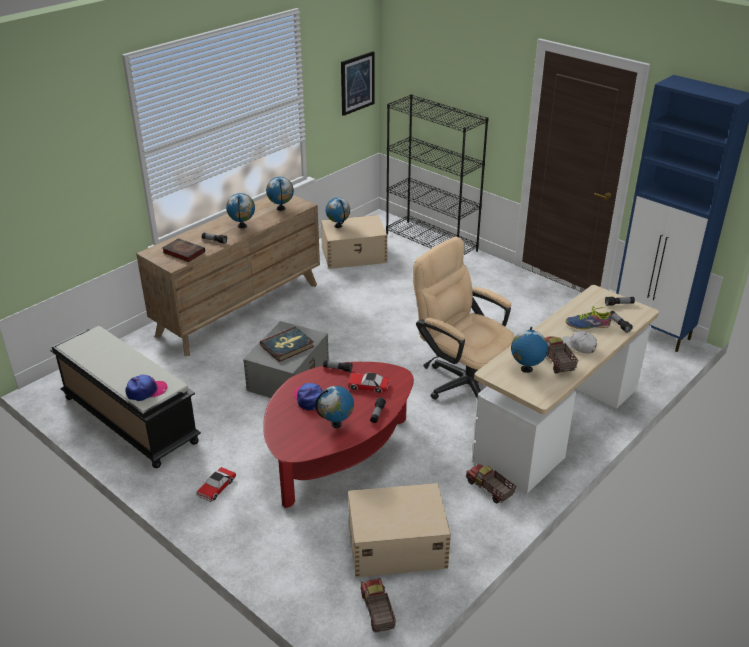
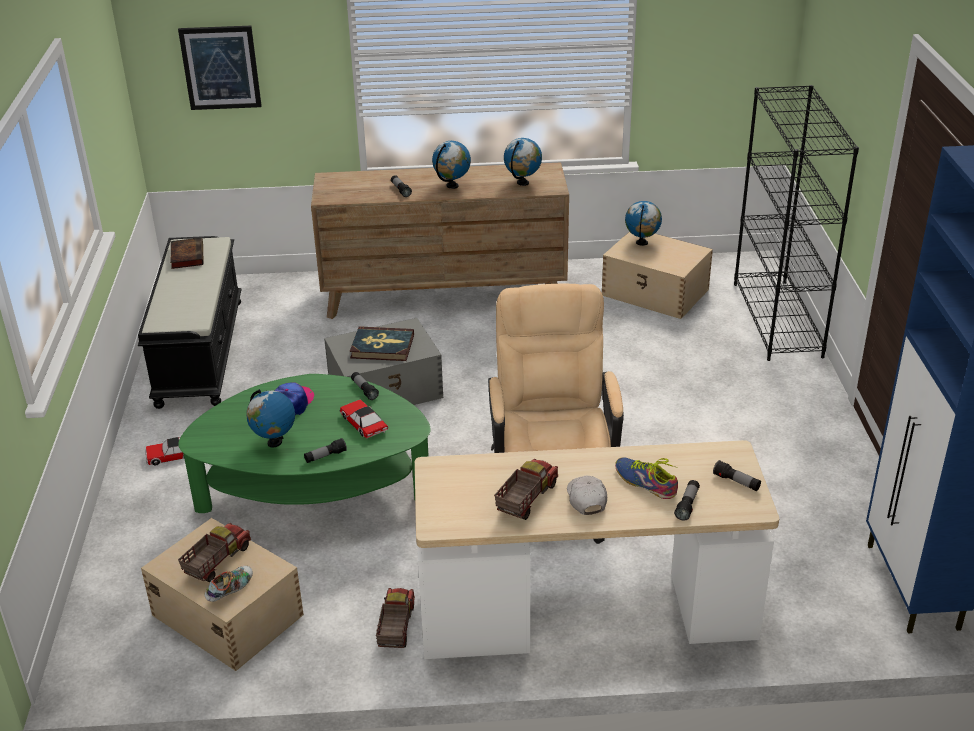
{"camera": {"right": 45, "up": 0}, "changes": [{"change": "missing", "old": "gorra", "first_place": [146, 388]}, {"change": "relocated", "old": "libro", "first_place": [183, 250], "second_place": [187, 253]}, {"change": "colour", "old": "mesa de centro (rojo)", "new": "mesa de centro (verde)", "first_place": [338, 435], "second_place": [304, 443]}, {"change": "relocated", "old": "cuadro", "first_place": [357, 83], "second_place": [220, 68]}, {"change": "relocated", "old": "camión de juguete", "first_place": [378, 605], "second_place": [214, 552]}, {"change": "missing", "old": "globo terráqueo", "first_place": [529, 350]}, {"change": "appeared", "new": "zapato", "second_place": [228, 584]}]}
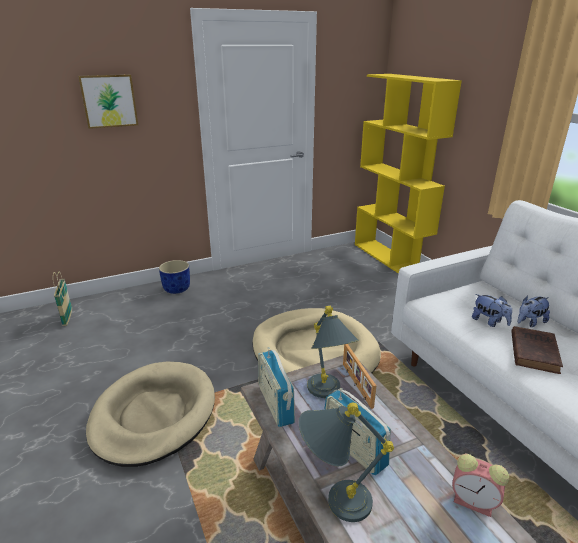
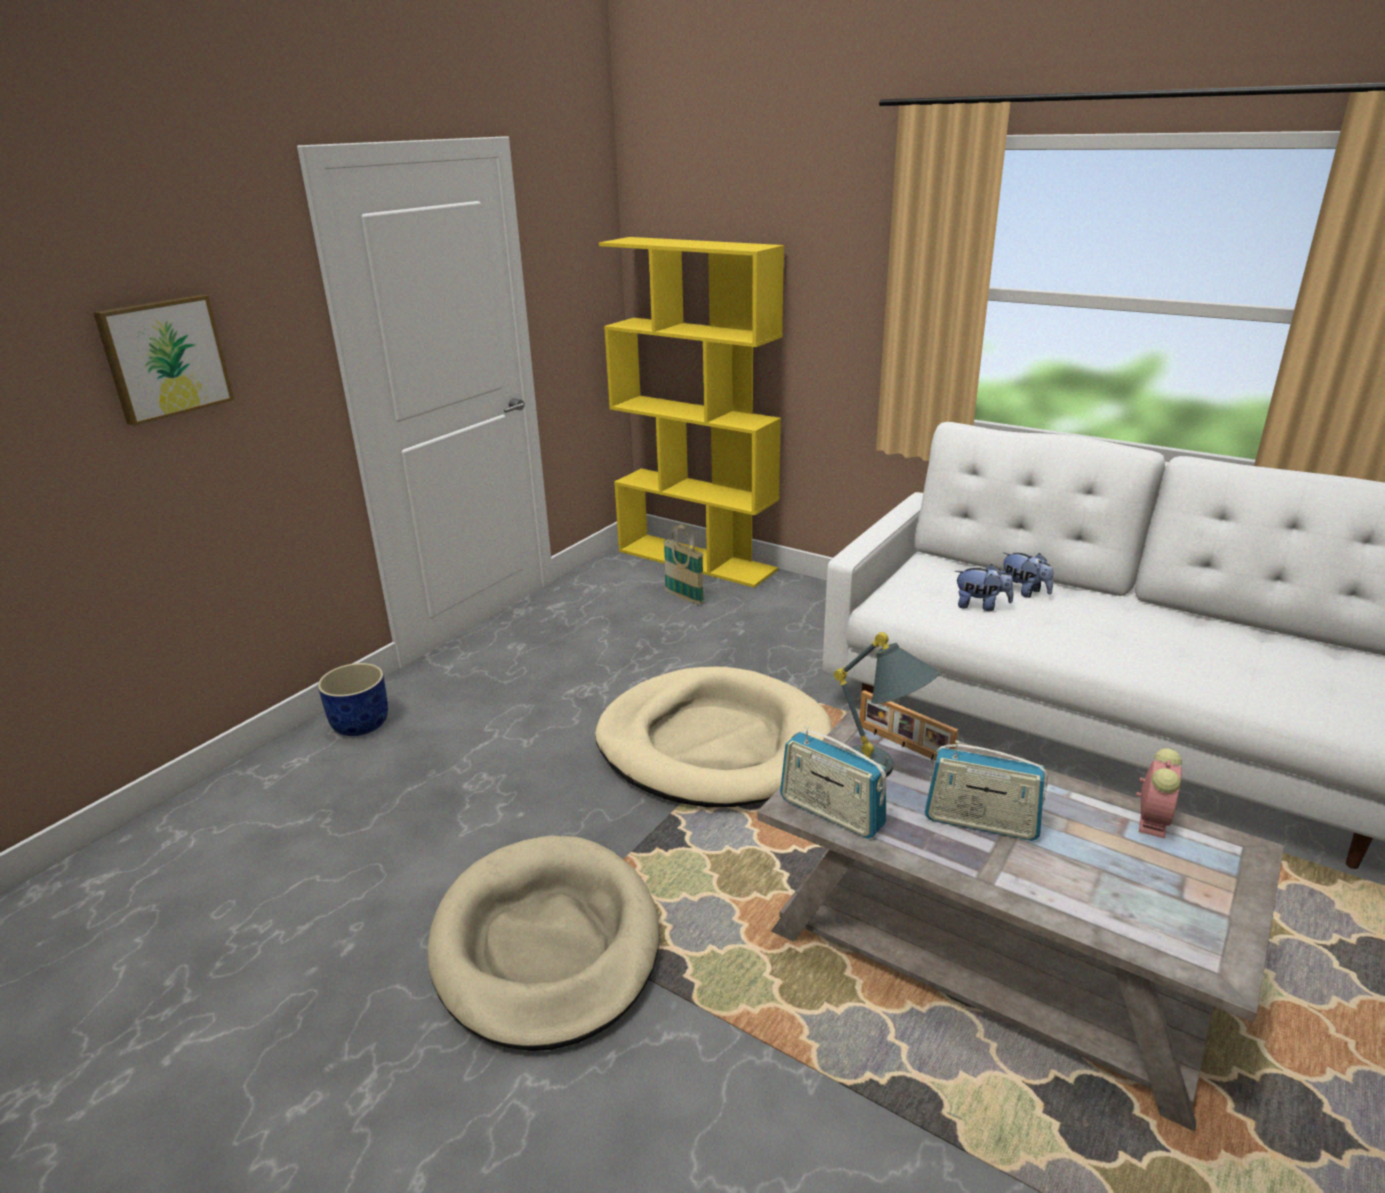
{"camera": {"right": -30, "up": 0}, "changes": [{"change": "relocated", "old": "cesta", "first_place": [62, 299], "second_place": [683, 564]}, {"change": "missing", "old": "lámpara de mesa (gris)", "first_place": [346, 462]}, {"change": "spun", "old": "despertador", "first_place": [480, 485], "second_place": [1159, 793], "degrees": -60}, {"change": "missing", "old": "libro (marrón)", "first_place": [537, 350]}, {"change": "spun", "old": "peluche", "first_place": [533, 311], "second_place": [1027, 575], "degrees": -75}]}
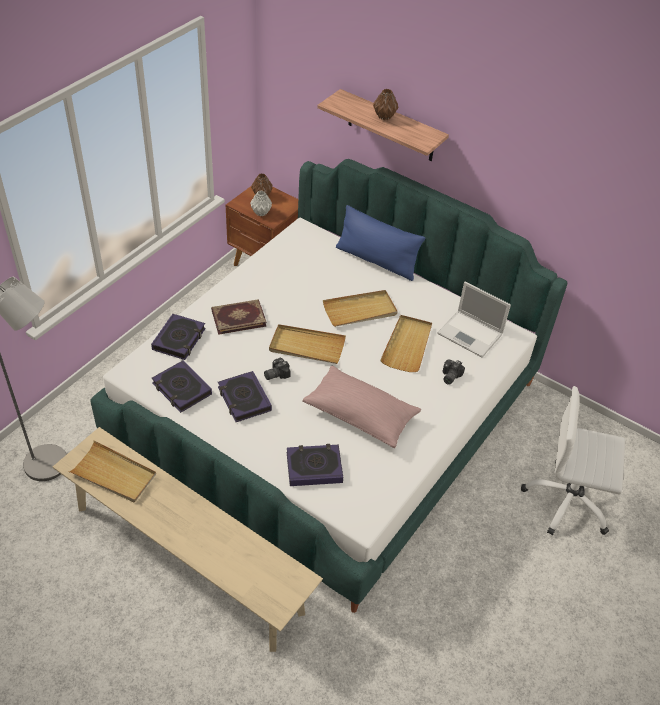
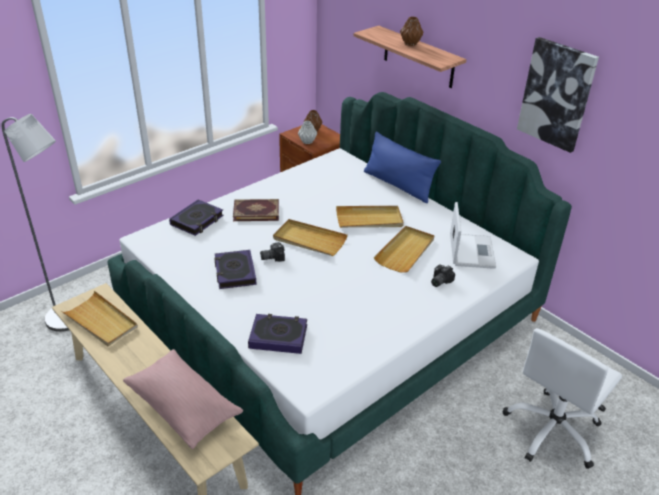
{"camera": {"right": 15, "up": -10}, "changes": [{"change": "missing", "old": "libro", "first_place": [182, 387]}, {"change": "relocated", "old": "cojín (rosa)", "first_place": [361, 406], "second_place": [183, 399]}, {"change": "spun", "old": "portátil", "first_place": [474, 320], "second_place": [473, 235], "degrees": -135}, {"change": "spun", "old": "silla de oficina (blanco)", "first_place": [573, 461], "second_place": [562, 398], "degrees": -75}, {"change": "appeared", "new": "cuadro", "second_place": [558, 95]}]}
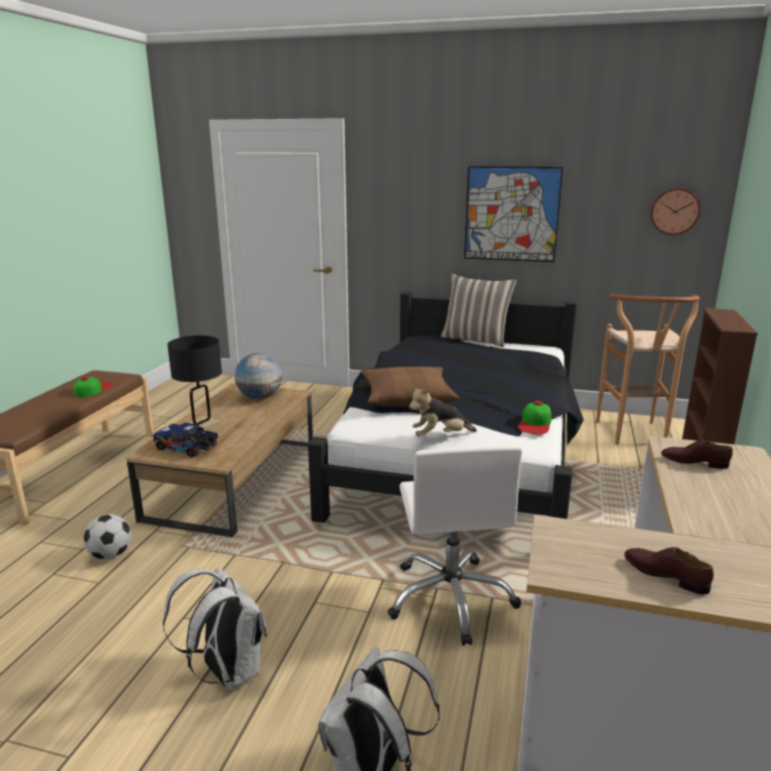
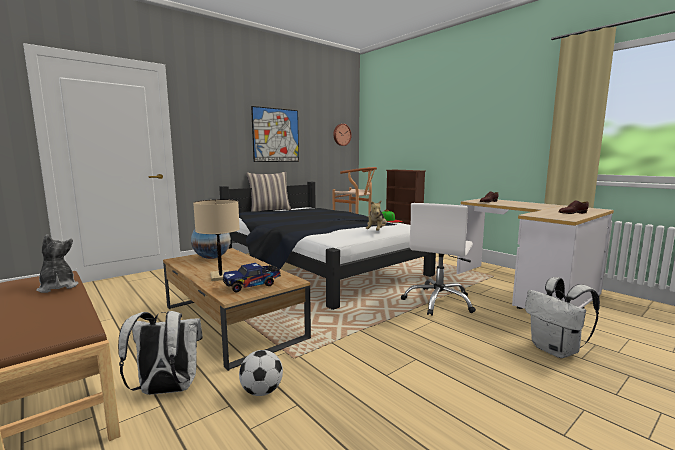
{"camera": {"right": -55, "up": -10}, "changes": [{"change": "exchanged", "old": "gorra", "new": "peluche", "first_place": [93, 386], "second_place": [57, 263]}, {"change": "relocated", "old": "mochila (blanco)", "first_place": [215, 628], "second_place": [160, 353]}, {"change": "colour", "old": "lámpara de mesa (negro)", "new": "lámpara de mesa (beis)", "first_place": [194, 383], "second_place": [216, 240]}, {"change": "missing", "old": "cojín (marrón)", "first_place": [410, 387]}, {"change": "spun", "old": "silla de oficina (blanco)", "first_place": [455, 545], "second_place": [438, 259], "degrees": 90}]}
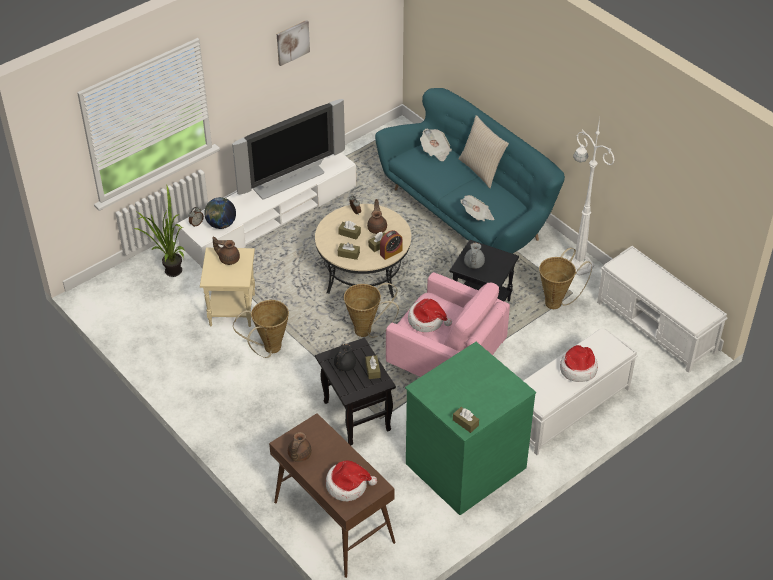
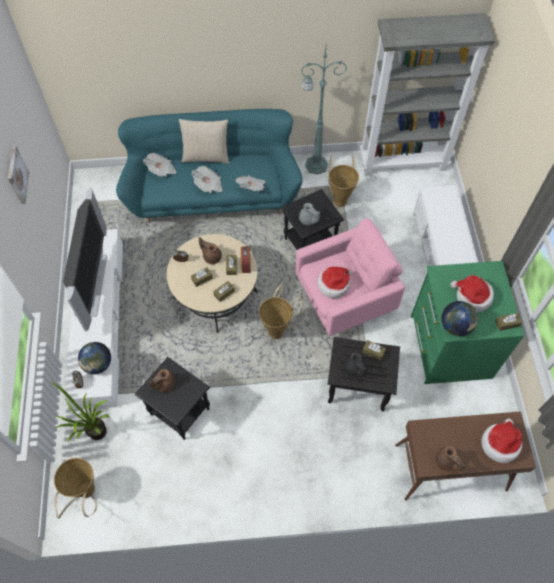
{"camera": {"right": -55, "up": 15}, "changes": [{"change": "colour", "old": "mesa auxiliar (beis)", "new": "mesa auxiliar (negro)", "first_place": [227, 287], "second_place": [172, 398]}, {"change": "relocated", "old": "cesta", "first_place": [261, 329], "second_place": [75, 488]}, {"change": "relocated", "old": "sombrero", "first_place": [579, 363], "second_place": [472, 293]}, {"change": "colour", "old": "lámpara de pie (blanco)", "new": "lámpara de pie (verde)", "first_place": [591, 197], "second_place": [324, 110]}, {"change": "exchanged", "old": "banco (blanco)", "new": "estantería (gris)", "first_place": [662, 309], "second_place": [427, 94]}, {"change": "appeared", "new": "periódico", "second_place": [207, 179]}, {"change": "appeared", "new": "globo terráqueo", "second_place": [459, 318]}]}
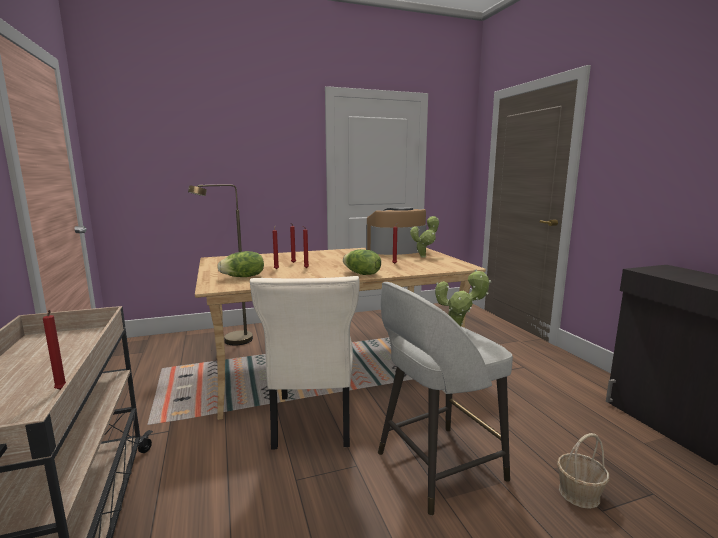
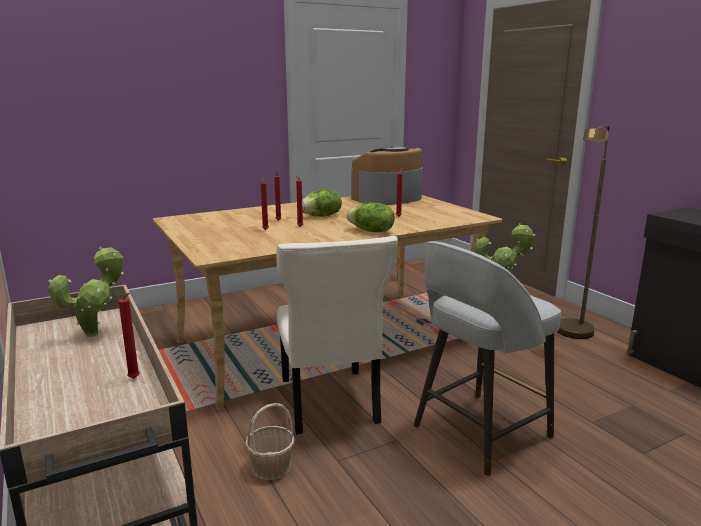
{"camera": {"right": -10, "up": 5}, "changes": [{"change": "relocated", "old": "lámpara de pie (marrón)", "first_place": [220, 265], "second_place": [583, 232]}, {"change": "relocated", "old": "lechuga", "first_place": [240, 264], "second_place": [322, 203]}, {"change": "relocated", "old": "planta en maceta", "first_place": [424, 237], "second_place": [86, 292]}, {"change": "relocated", "old": "cesta", "first_place": [583, 471], "second_place": [270, 441]}]}
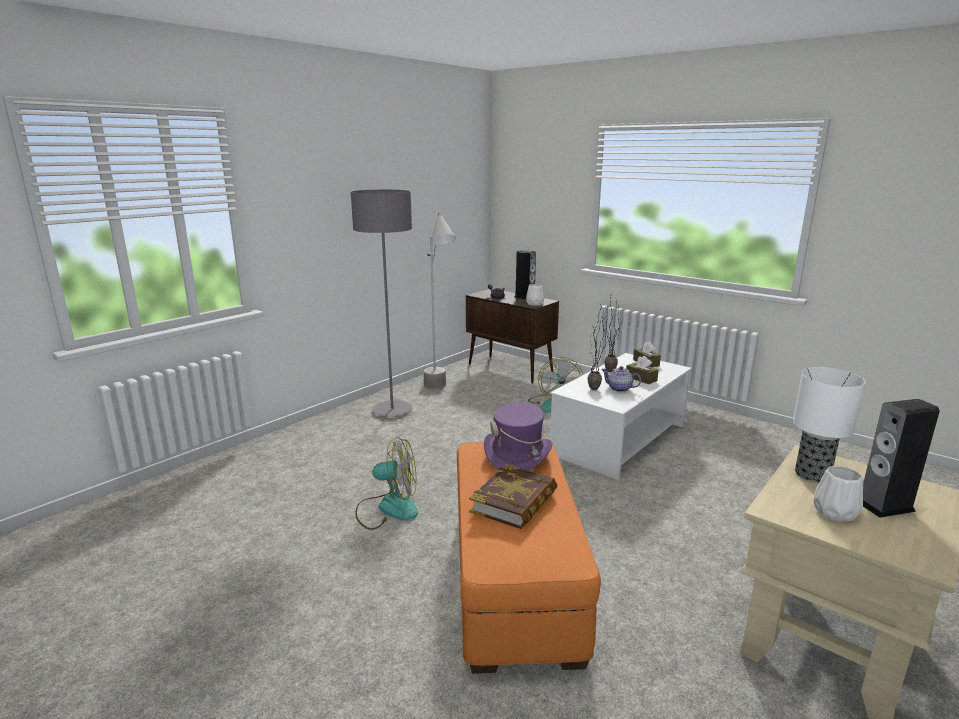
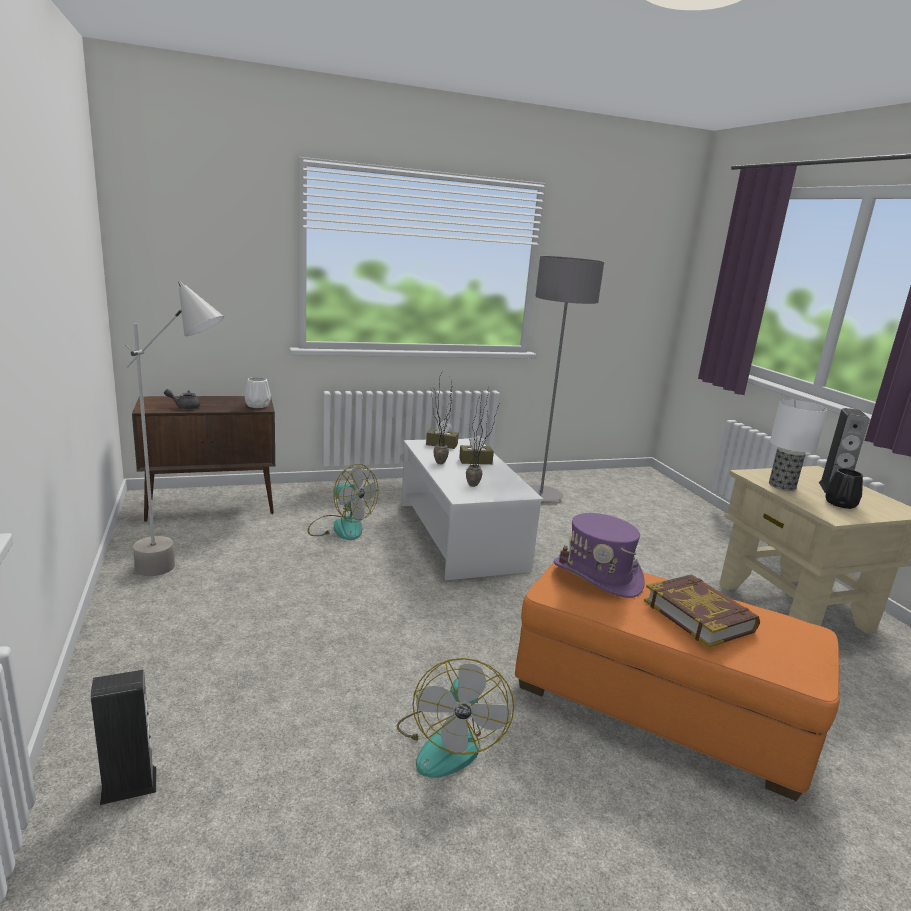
{"camera": {"right": -60, "up": 0}, "changes": [{"change": "relocated", "old": "lámpara de pie (gris)", "first_place": [381, 303], "second_place": [566, 379]}, {"change": "spun", "old": "ventilador", "first_place": [386, 483], "second_place": [455, 718], "degrees": 150}, {"change": "relocated", "old": "altavoz", "first_place": [525, 274], "second_place": [124, 737]}, {"change": "missing", "old": "tetera", "first_place": [621, 379]}, {"change": "colour", "old": "florero (blanco)", "new": "florero (negro)", "first_place": [838, 494], "second_place": [844, 488]}]}
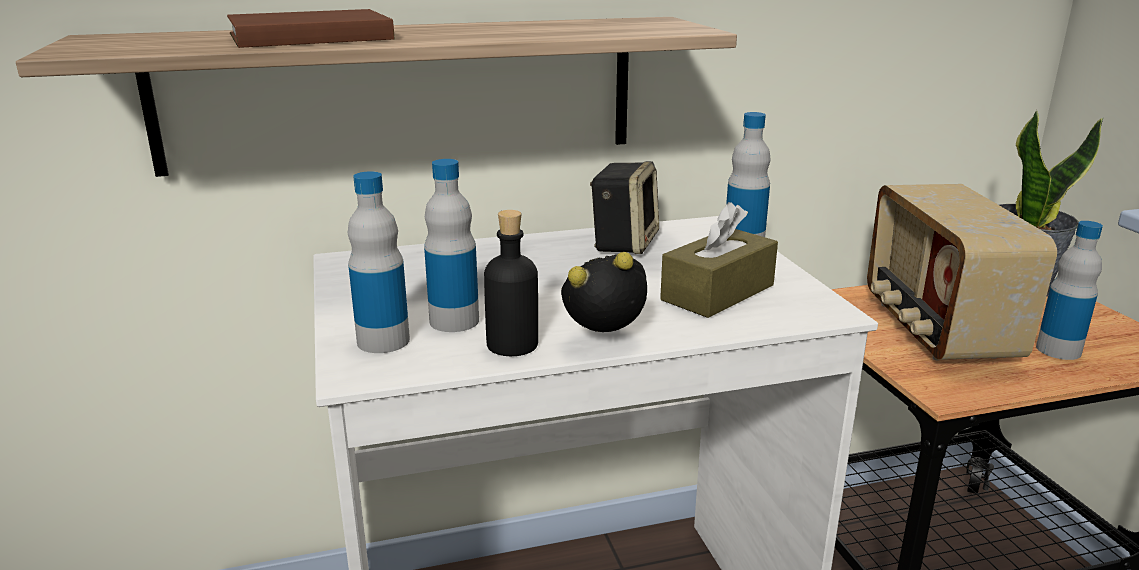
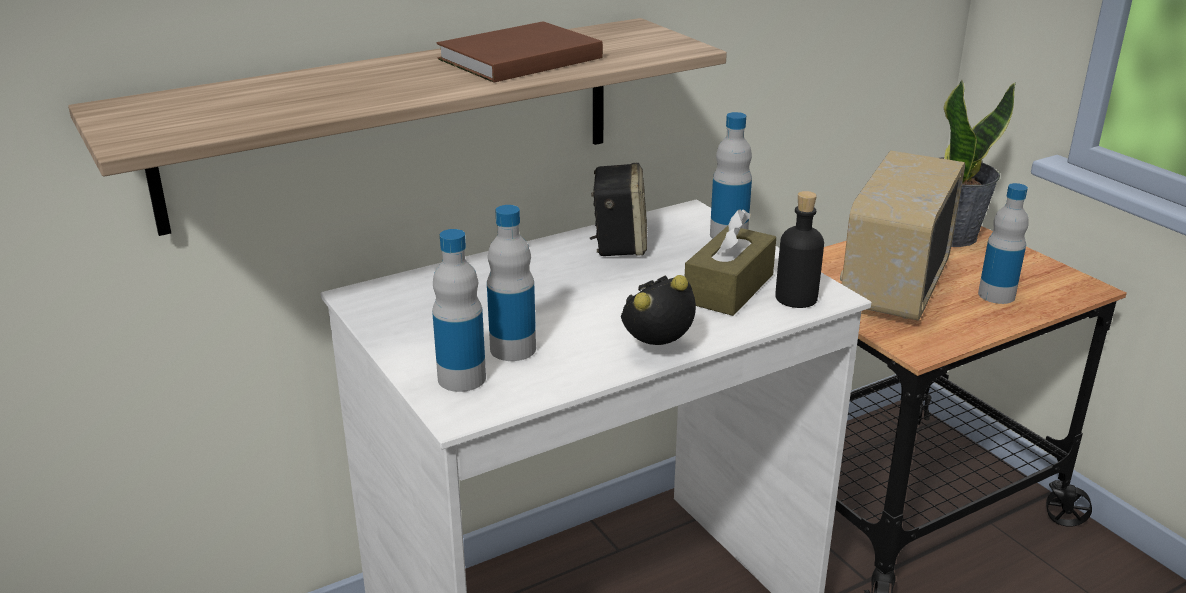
{"camera": {"right": -15, "up": 5}, "changes": [{"change": "relocated", "old": "libro (marrón)", "first_place": [310, 28], "second_place": [520, 52]}, {"change": "relocated", "old": "botella (negro)", "first_place": [511, 283], "second_place": [799, 249]}, {"change": "spun", "old": "radio", "first_place": [962, 272], "second_place": [902, 235], "degrees": 45}]}
